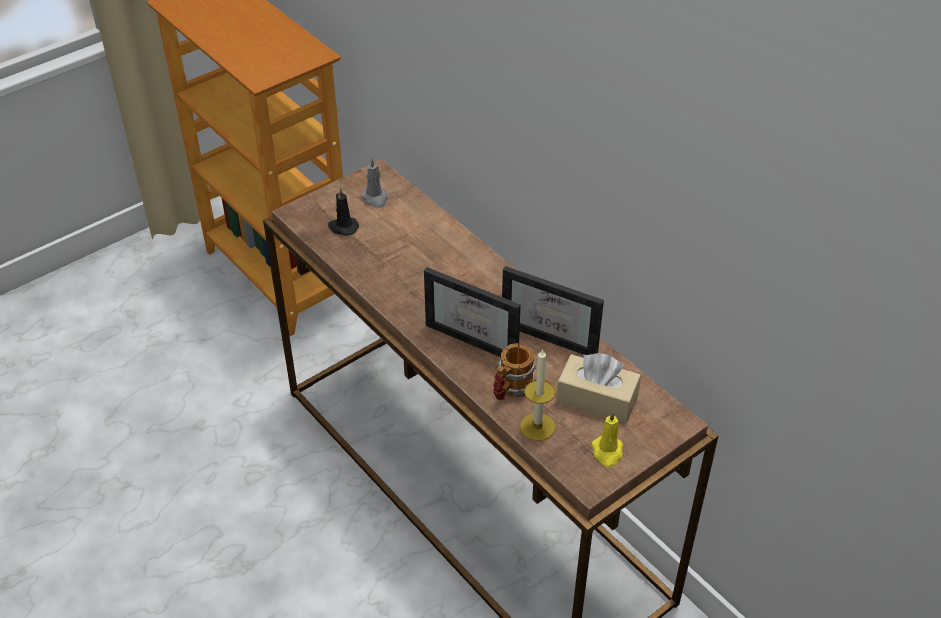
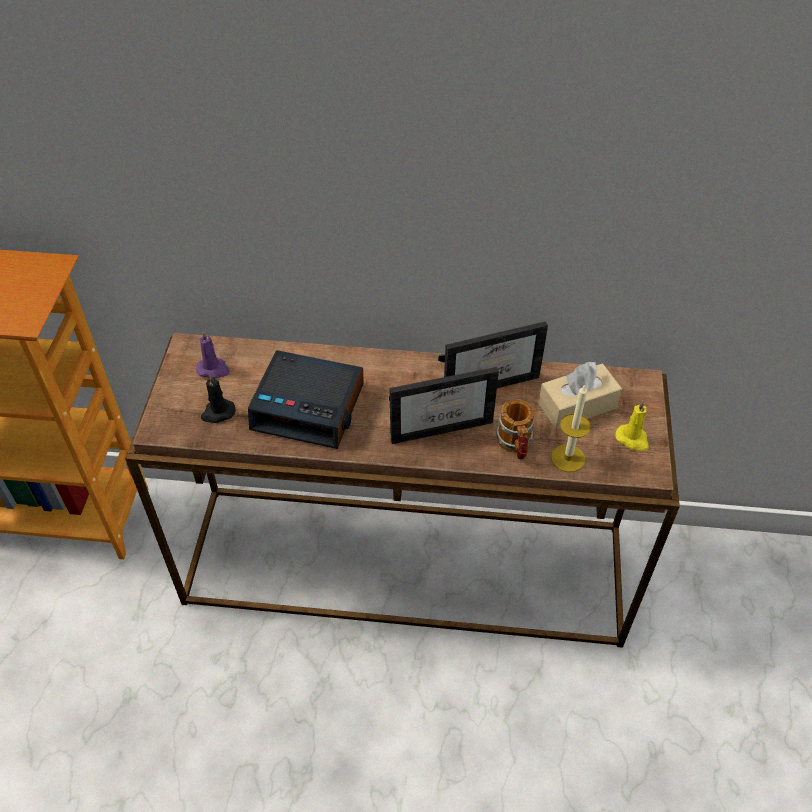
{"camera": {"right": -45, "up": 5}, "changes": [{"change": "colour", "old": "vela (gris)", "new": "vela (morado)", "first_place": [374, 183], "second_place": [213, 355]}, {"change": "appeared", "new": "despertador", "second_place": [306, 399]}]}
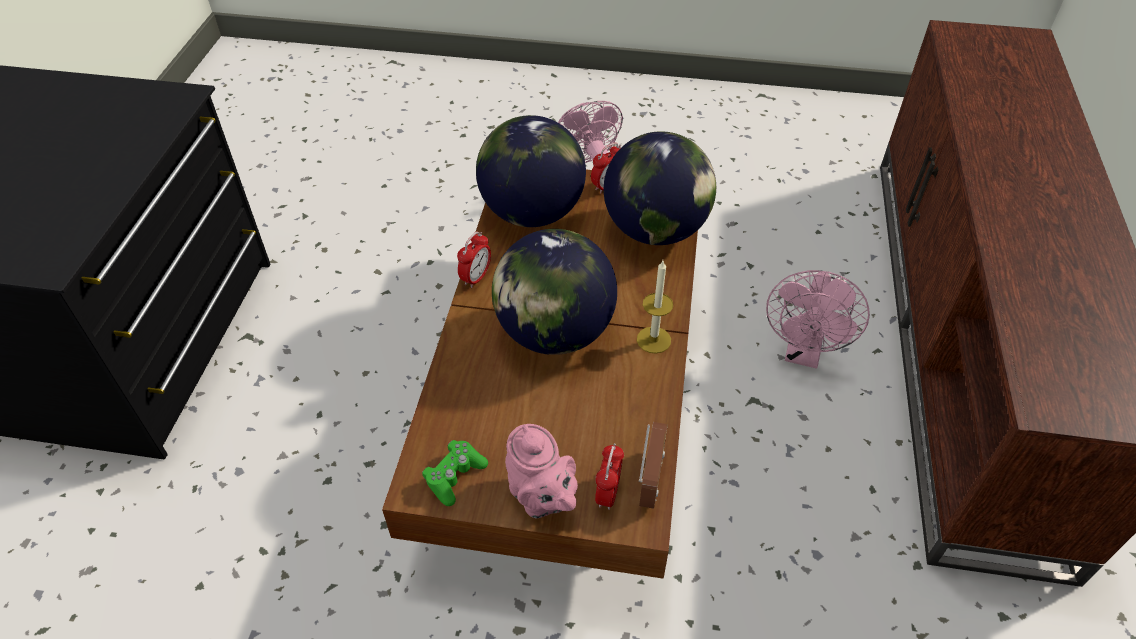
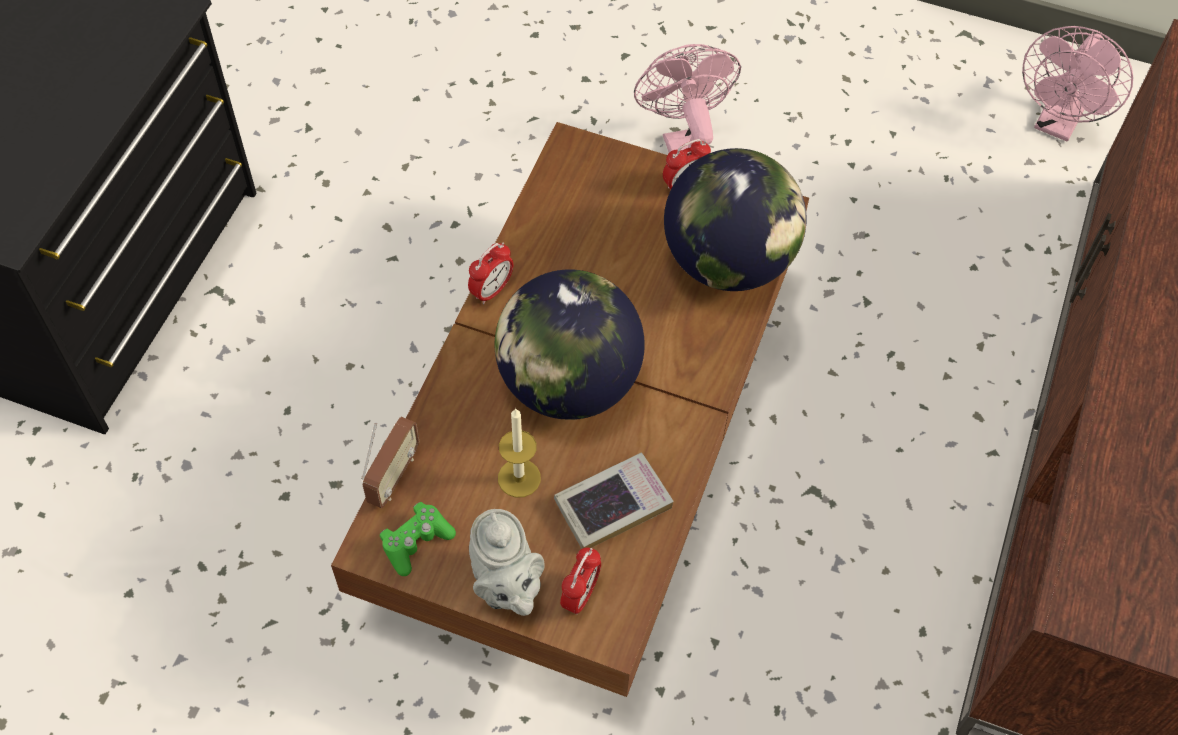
{"camera": {"right": 10, "up": 10}, "changes": [{"change": "missing", "old": "globo terráqueo", "first_place": [531, 171]}, {"change": "colour", "old": "tetera (rosa)", "new": "tetera (gris)", "first_place": [541, 471], "second_place": [507, 562]}, {"change": "relocated", "old": "vela", "first_place": [655, 307], "second_place": [519, 453]}, {"change": "relocated", "old": "radio", "first_place": [653, 465], "second_place": [390, 462]}, {"change": "relocated", "old": "ventilador (rosa)", "first_place": [818, 319], "second_place": [1077, 84]}, {"change": "appeared", "new": "libro", "second_place": [614, 500]}]}
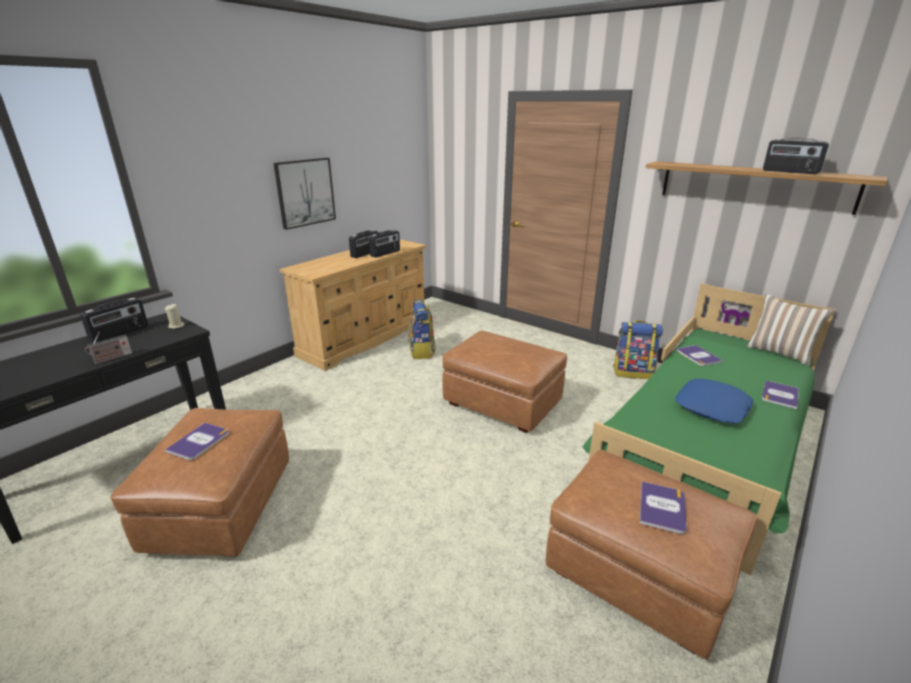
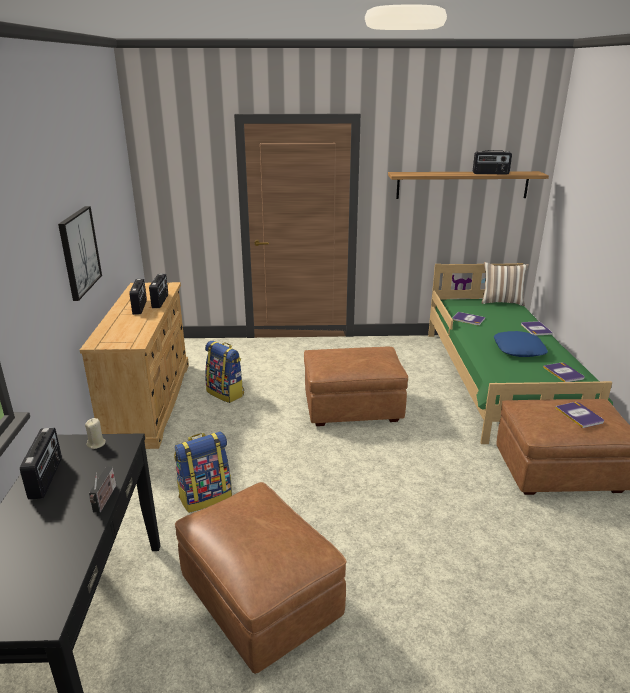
{"camera": {"right": -40, "up": 0}, "changes": [{"change": "relocated", "old": "libro", "first_place": [197, 441], "second_place": [564, 372]}, {"change": "relocated", "old": "mochila", "first_place": [638, 350], "second_place": [203, 472]}]}
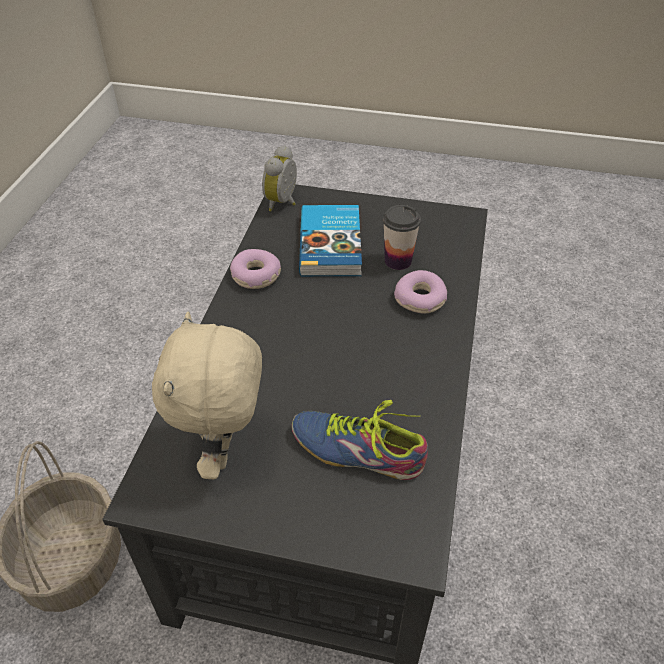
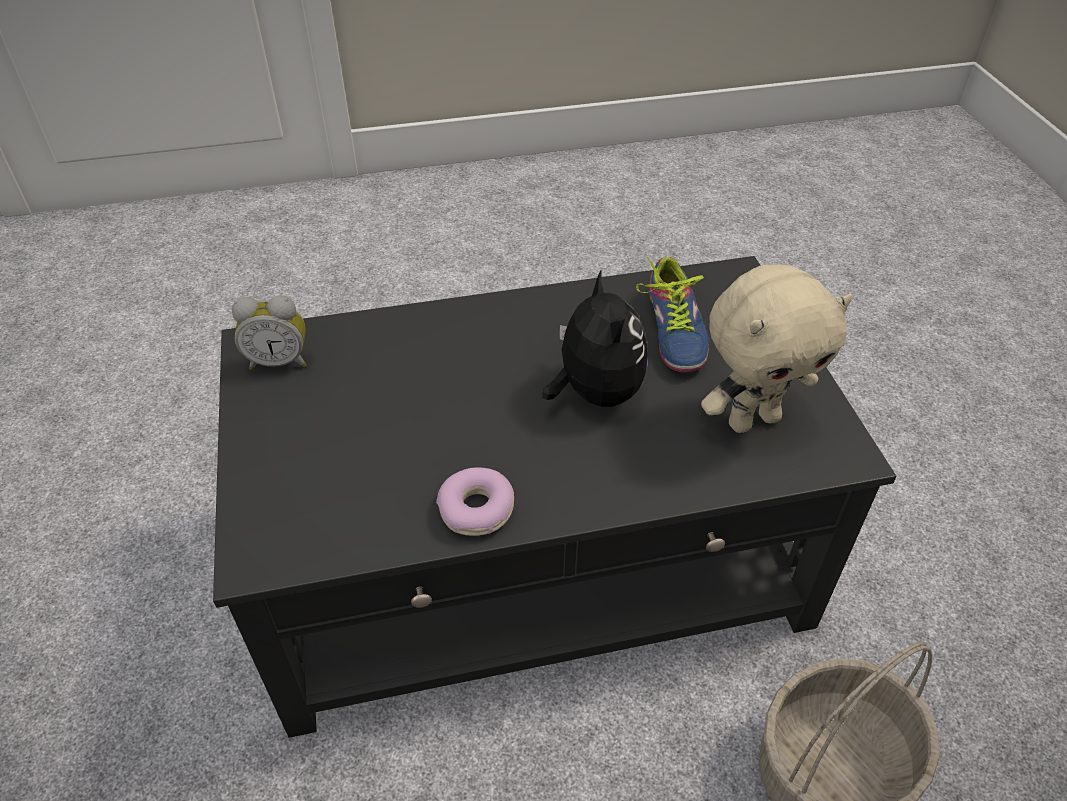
{"camera": {"right": -115, "up": 0}, "changes": [{"change": "relocated", "old": "despertador", "first_place": [279, 178], "second_place": [269, 332]}, {"change": "missing", "old": "libro", "first_place": [330, 240]}, {"change": "missing", "old": "taza", "first_place": [402, 237]}, {"change": "missing", "old": "rosquilla", "first_place": [420, 292]}, {"change": "appeared", "new": "peluche", "second_place": [595, 339]}]}
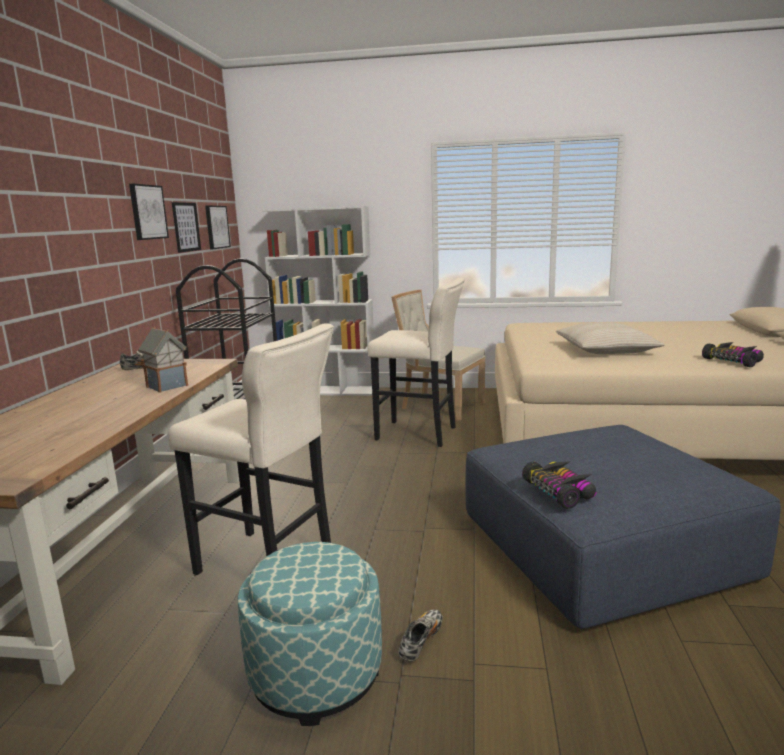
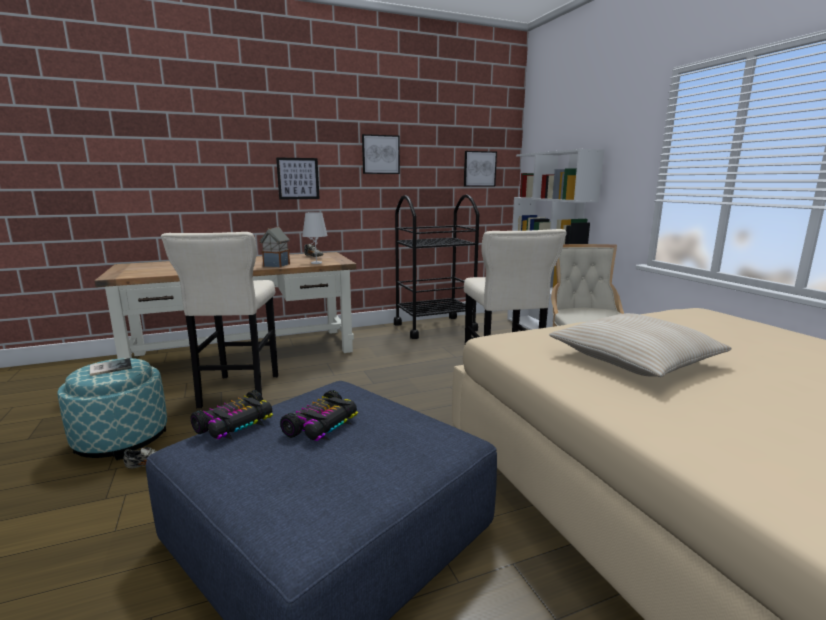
{"camera": {"right": 60, "up": 0}, "changes": [{"change": "relocated", "old": "cuadro", "first_place": [186, 227], "second_place": [298, 178]}, {"change": "relocated", "old": "coche de juguete", "first_place": [733, 354], "second_place": [319, 415]}, {"change": "appeared", "new": "libro", "second_place": [111, 367]}, {"change": "appeared", "new": "lámpara de mesa (blanco)", "second_place": [315, 238]}]}
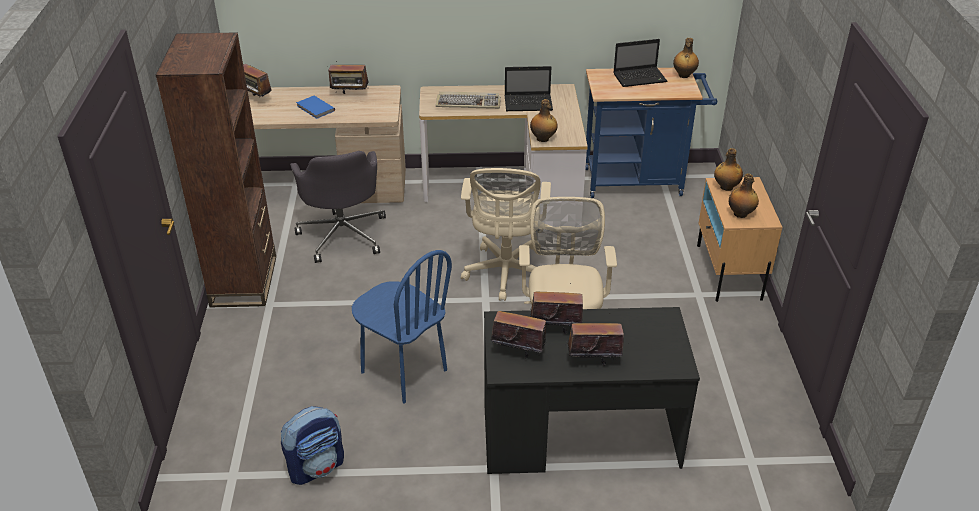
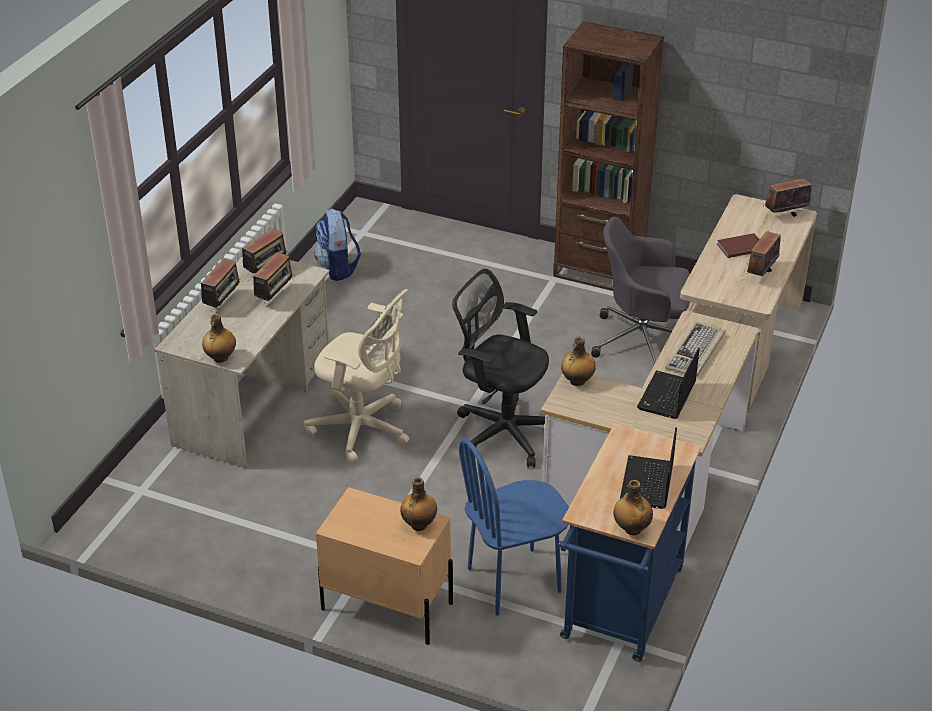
{"camera": {"right": 115, "up": 0}, "changes": [{"change": "colour", "old": "libro (azul)", "new": "libro (marrón)", "first_place": [315, 107], "second_place": [738, 245]}, {"change": "relocated", "old": "silla (azul)", "first_place": [402, 327], "second_place": [514, 527]}, {"change": "colour", "old": "silla de oficina (beis)", "new": "silla de oficina (negro)", "first_place": [506, 234], "second_place": [500, 368]}, {"change": "colour", "old": "escritorio (negro)", "new": "escritorio (beis)", "first_place": [592, 390], "second_place": [242, 362]}, {"change": "relocated", "old": "botella", "first_place": [744, 195], "second_place": [219, 338]}]}
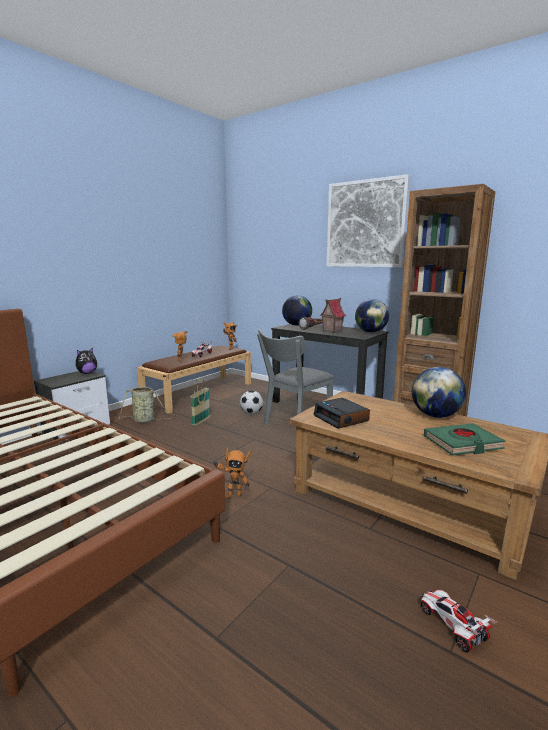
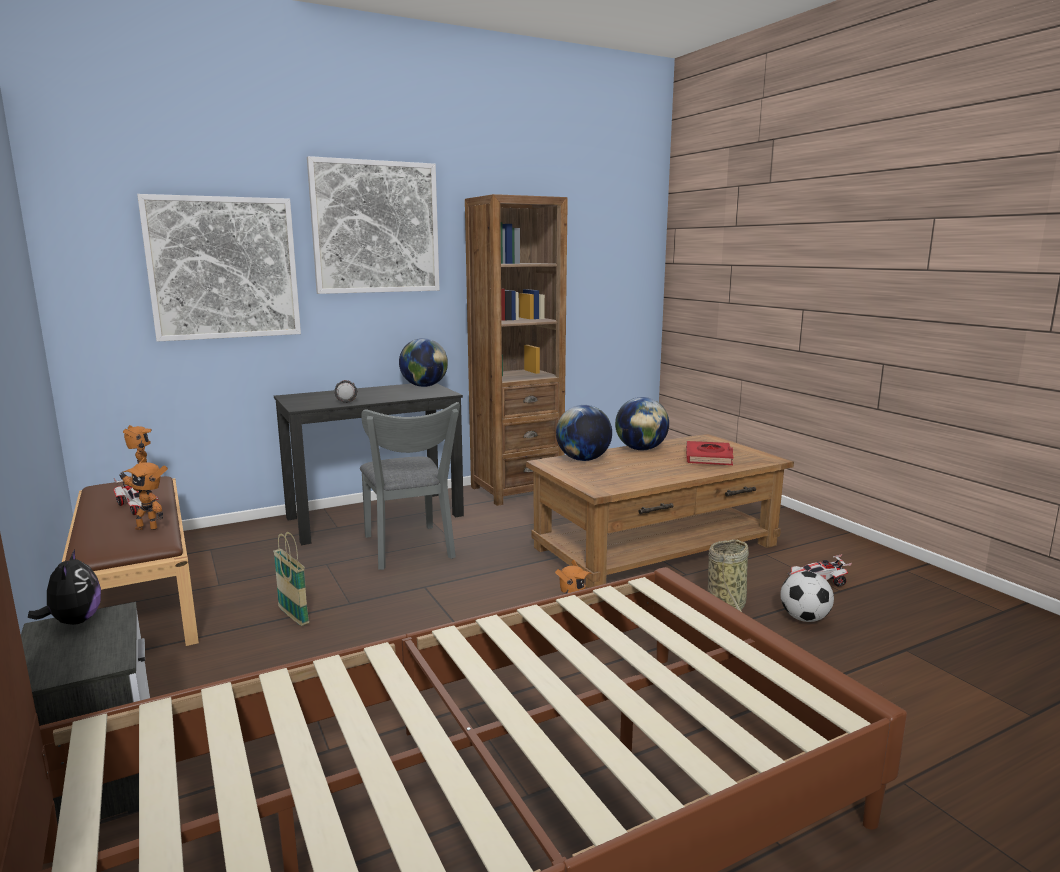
{"camera": {"right": -65, "up": 0}, "changes": [{"change": "relocated", "old": "cesta", "first_place": [147, 405], "second_place": [728, 575]}, {"change": "relocated", "old": "balón de fútbol", "first_place": [251, 402], "second_place": [807, 596]}, {"change": "relocated", "old": "globo terráqueo", "first_place": [297, 310], "second_place": [584, 433]}, {"change": "missing", "old": "despertador", "first_place": [341, 413]}, {"change": "missing", "old": "casita", "first_place": [333, 315]}, {"change": "colour", "old": "libro (verde)", "new": "libro (rojo)", "first_place": [464, 439], "second_place": [710, 453]}, {"change": "appeared", "new": "cuadro", "second_place": [219, 268]}]}
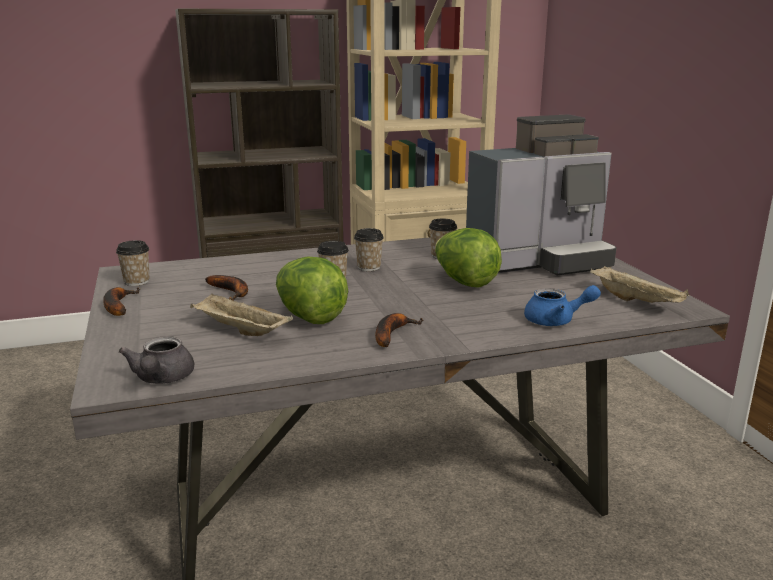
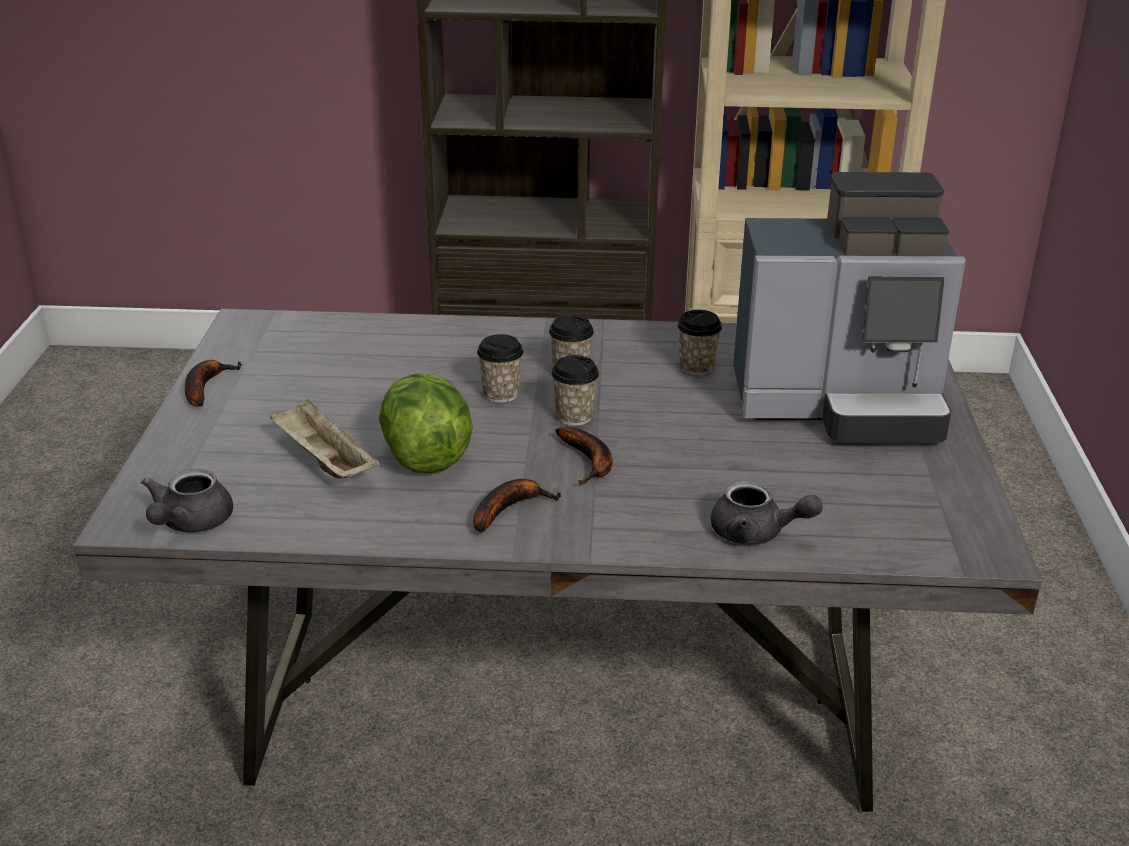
{"camera": {"right": 20, "up": 10}, "changes": [{"change": "relocated", "old": "taza", "first_place": [132, 263], "second_place": [575, 390]}, {"change": "relocated", "old": "plátano", "first_place": [226, 288], "second_place": [583, 455]}, {"change": "missing", "old": "lechuga", "first_place": [468, 258]}, {"change": "colour", "old": "tetera (azul)", "new": "tetera (gris)", "first_place": [562, 305], "second_place": [767, 513]}, {"change": "missing", "old": "bandeja (beis)", "first_place": [639, 284]}]}
